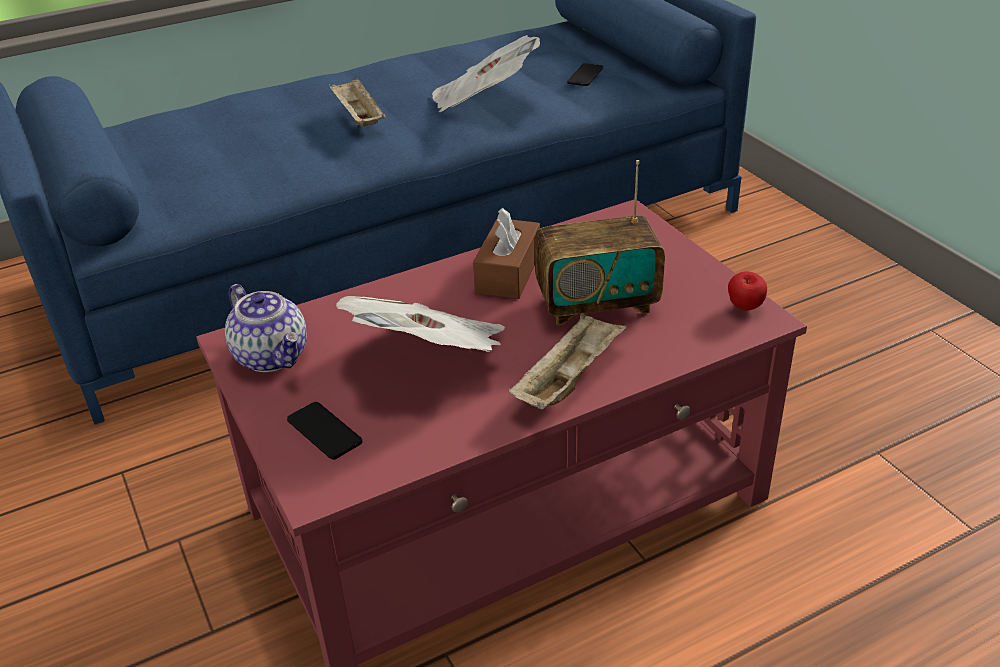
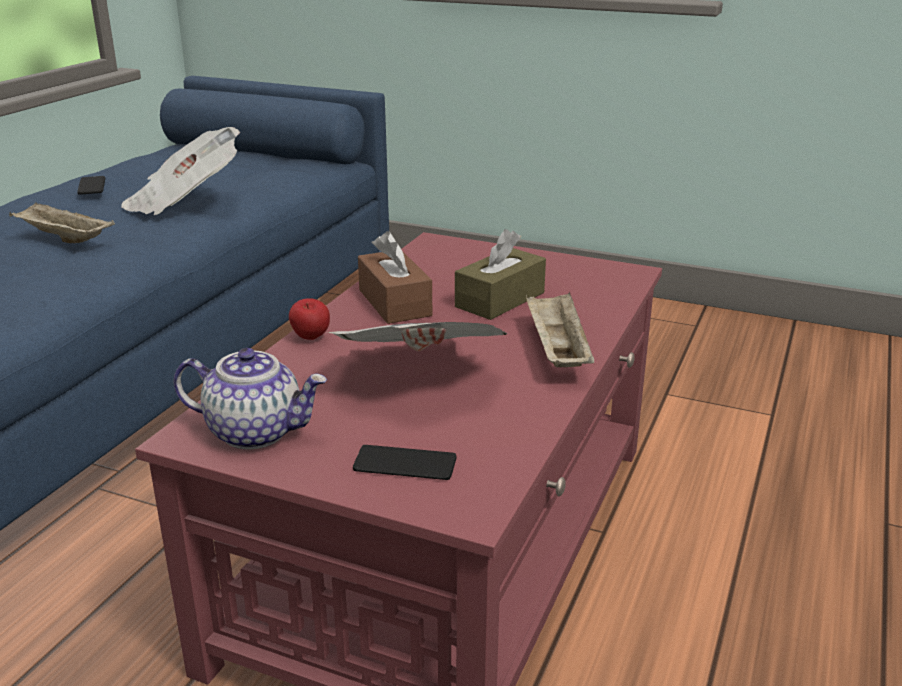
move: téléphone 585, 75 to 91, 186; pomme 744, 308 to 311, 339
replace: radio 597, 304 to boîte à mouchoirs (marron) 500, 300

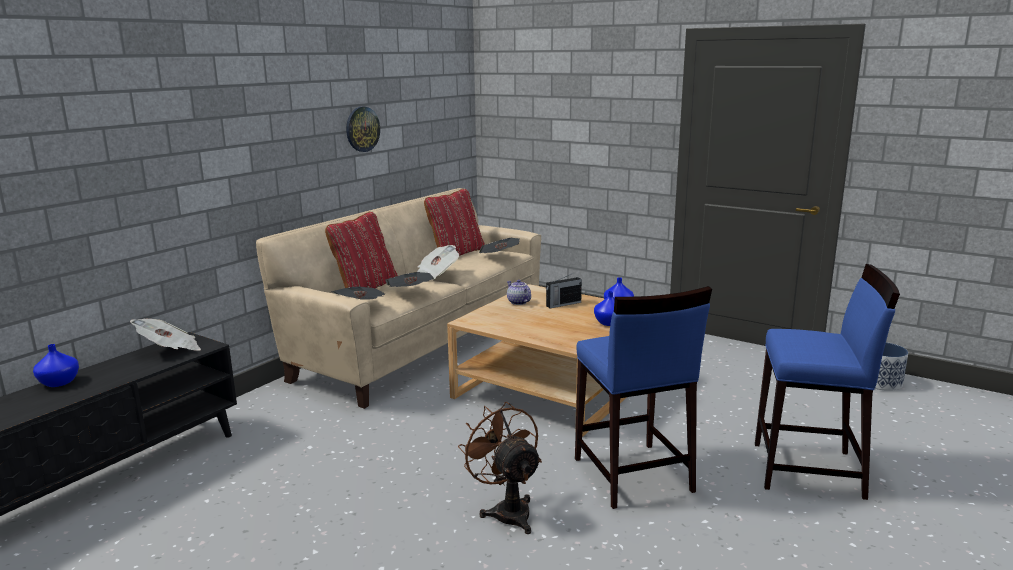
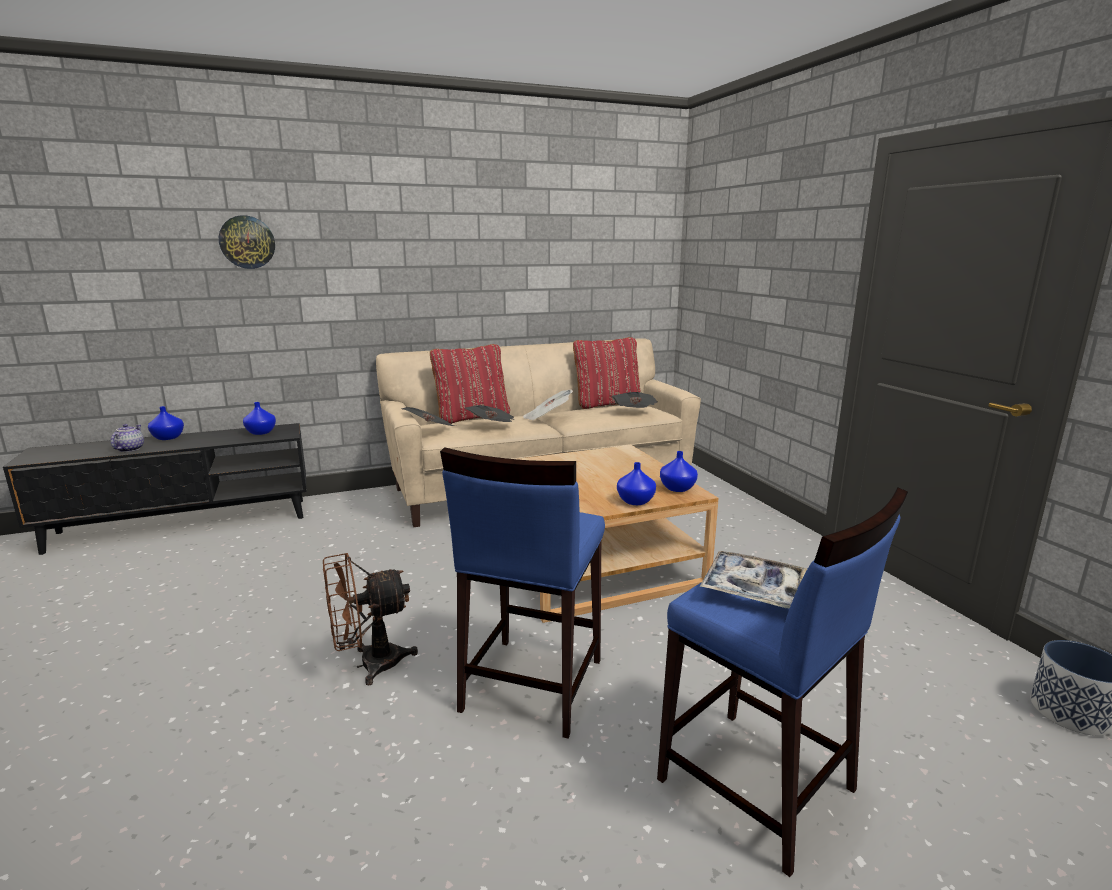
delete: radio 563, 304
insert: plateau 753, 589
move: horloge murale 362, 129 to 247, 242; théière 518, 302 to 129, 449
replace: journal 170, 350 to vase (bleu) 261, 432
rotate: ventilateur (marron) 507, 510 = 369, 665 120 degrees counterclockwise

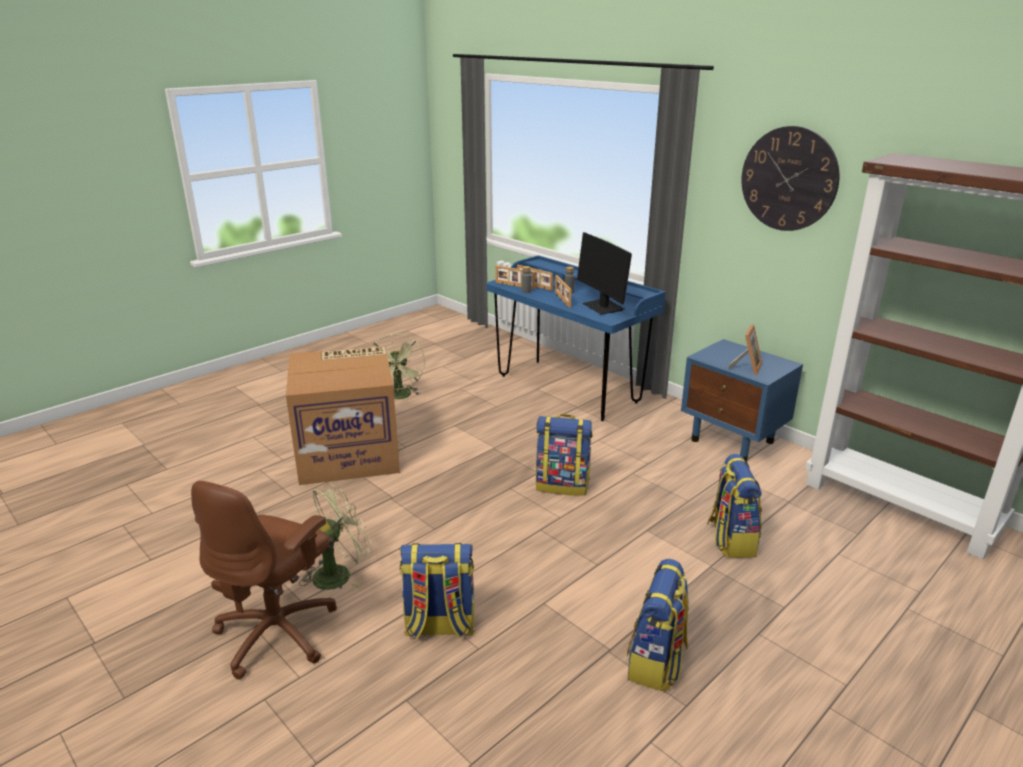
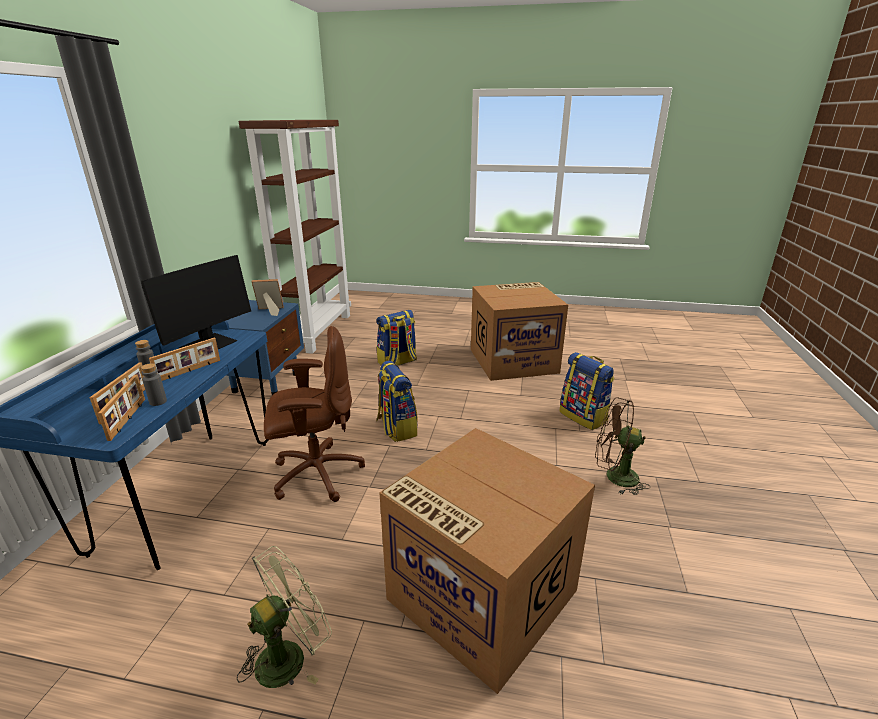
delete: horloge murale 788, 179
move: chaise de bureau (marron) 278, 632 to 316, 474
replace: sac à dos 656, 662 to carton 513, 360
recolor: ventilateur (vert) 338, 573 to ventilateur (marron) 614, 477

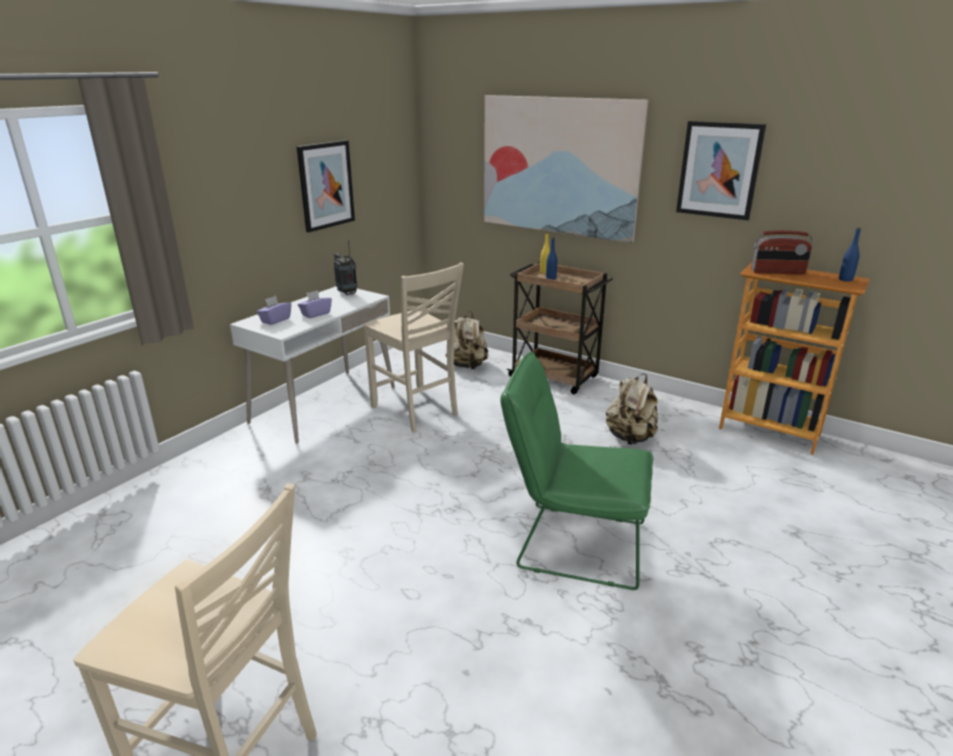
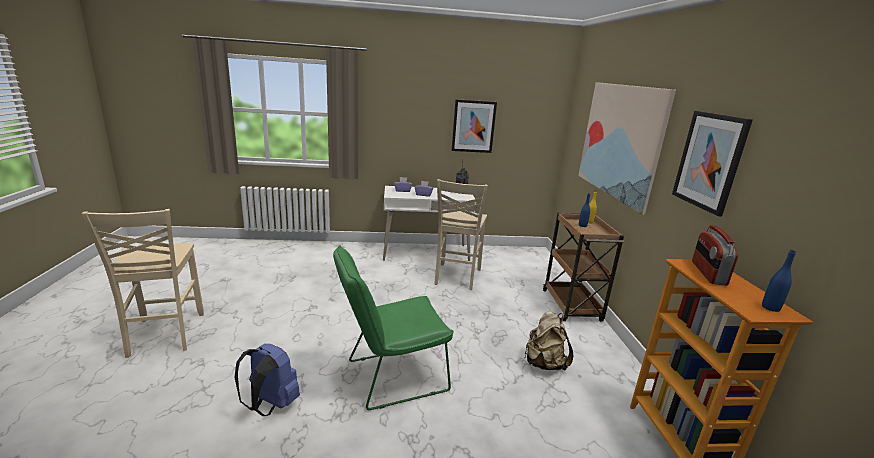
delete: sac à dos (beige) 467, 366
insert: sac à dos (bleu) 270, 405
rotate: chaise (vert) 571, 543 = 390, 377 90 degrees counterclockwise; radio 777, 272 = 707, 273 45 degrees clockwise

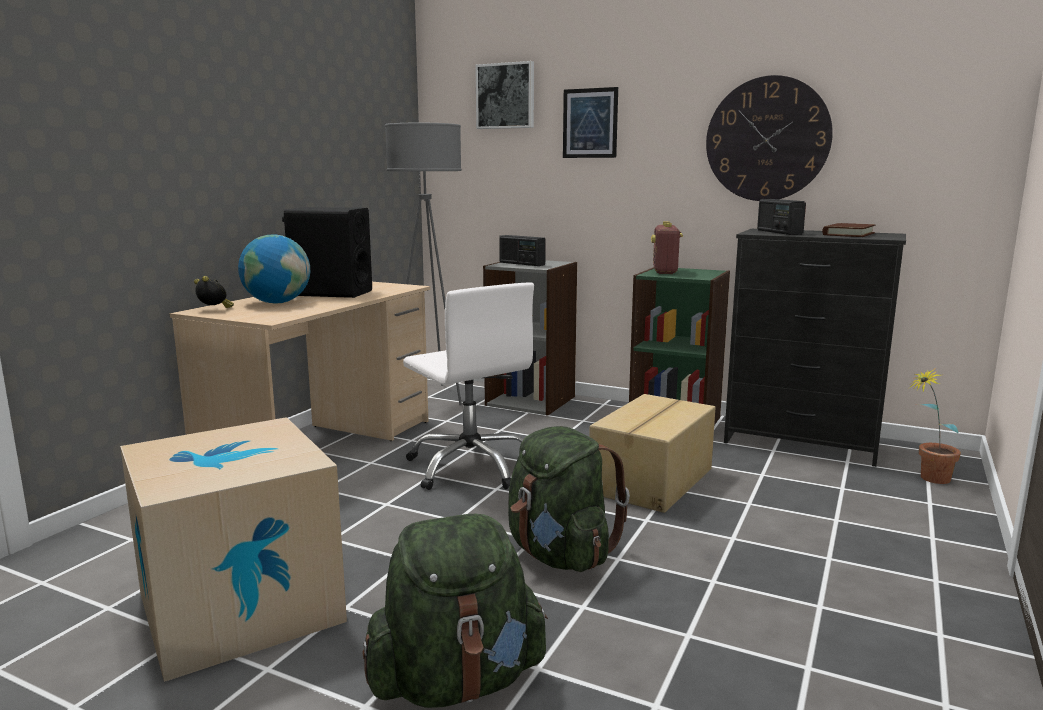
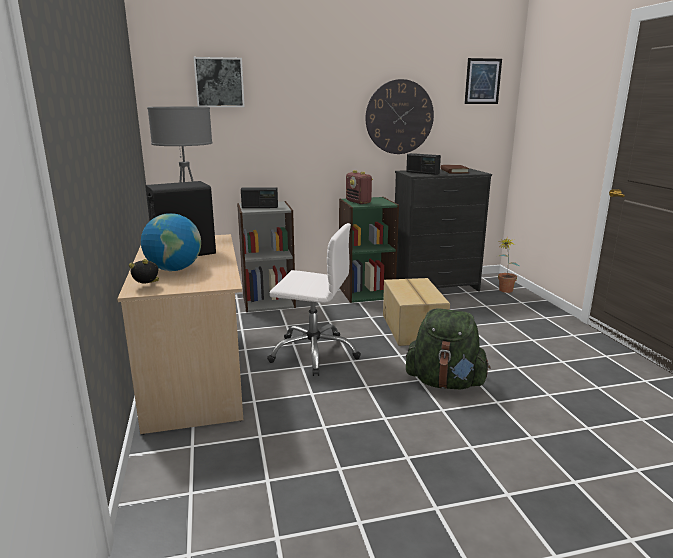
delete: carton 240, 607; sac à dos (vert) 457, 682
move: tableau 590, 123 to 482, 81

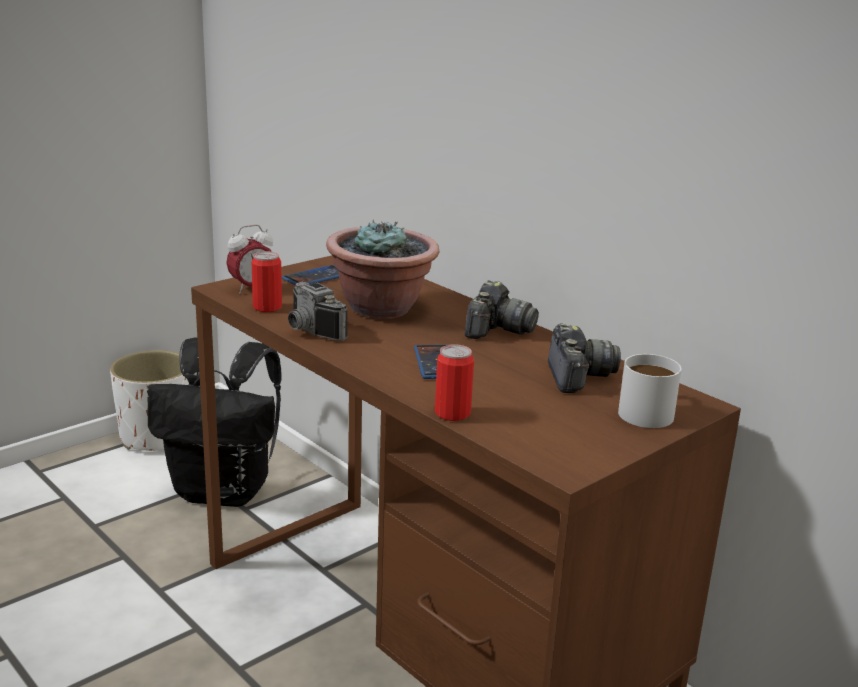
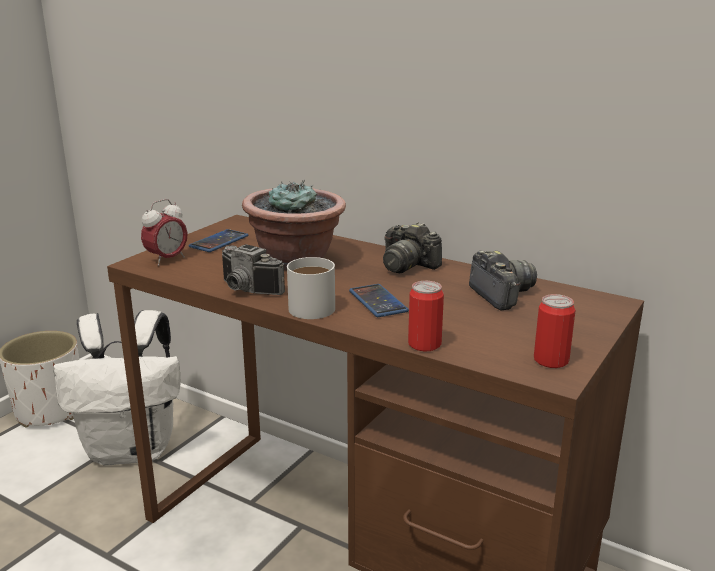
move: boîte métallique 267, 307 to 551, 360; mug (blanc) 647, 410 to 313, 304
recolor: sac à dos (noir) 224, 491 to sac à dos (blanc) 133, 449
rotate: appareil photo 498, 330 = 407, 265 120 degrees clockwise

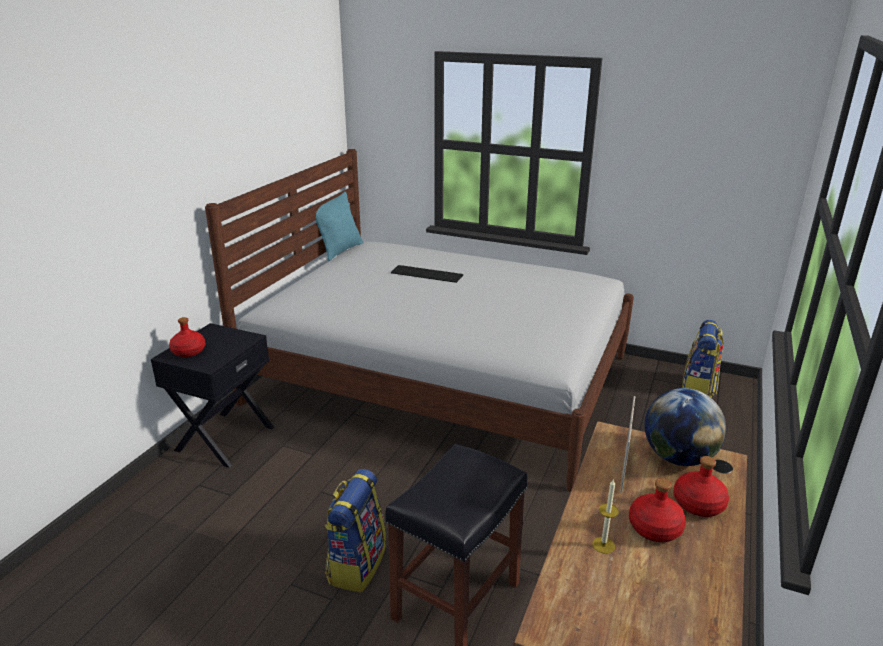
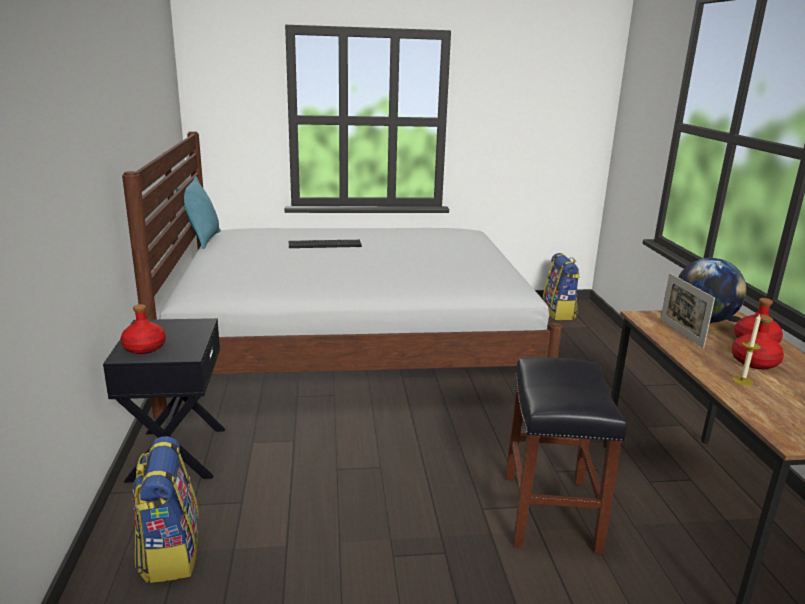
move: sac à dos 356, 564 to 169, 552

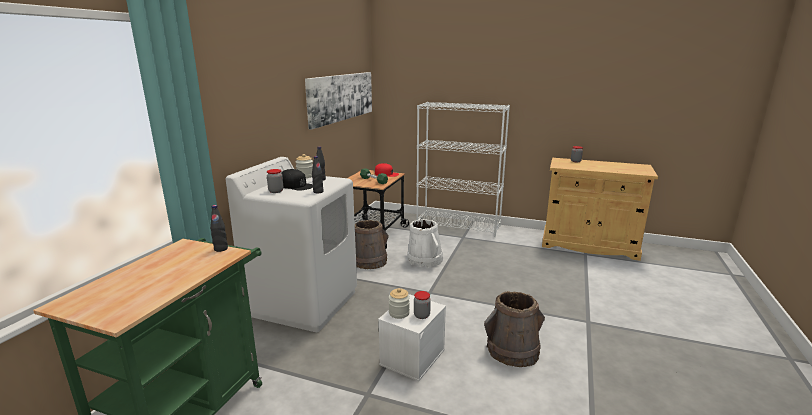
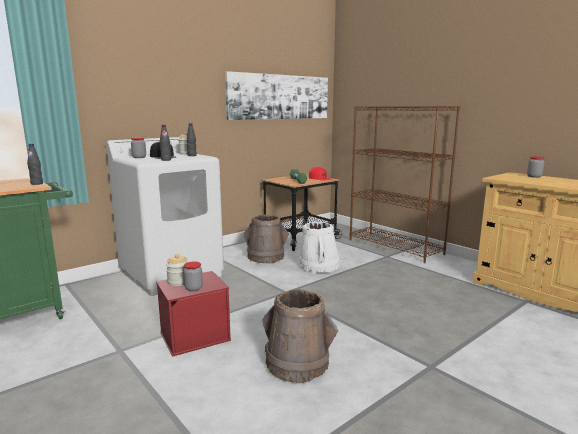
recolor: boîte de rangement (blanc) 412, 356 to boîte de rangement (rouge) 195, 336; bibliothèque (blanc) 459, 226 to bibliothèque (marron) 395, 247

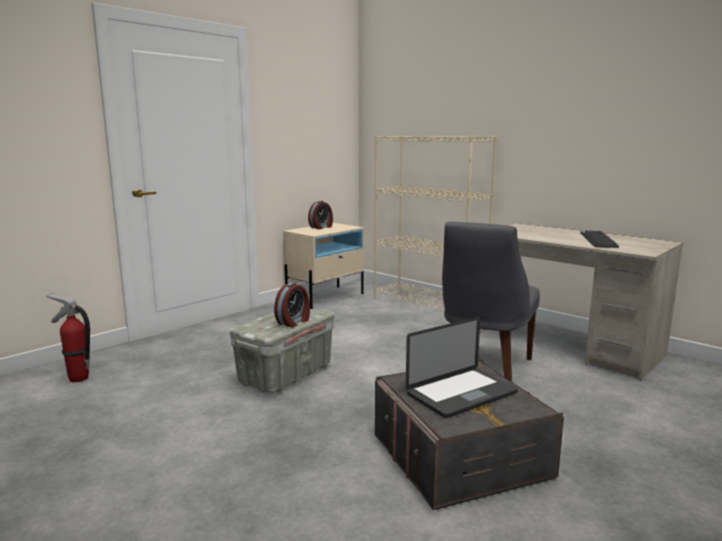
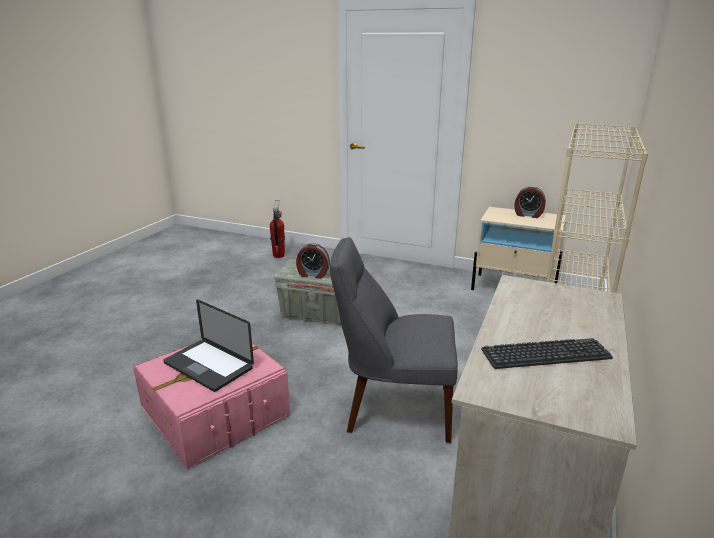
recolor: boîte de rangement (gris) 460, 456 to boîte de rangement (rose) 215, 413

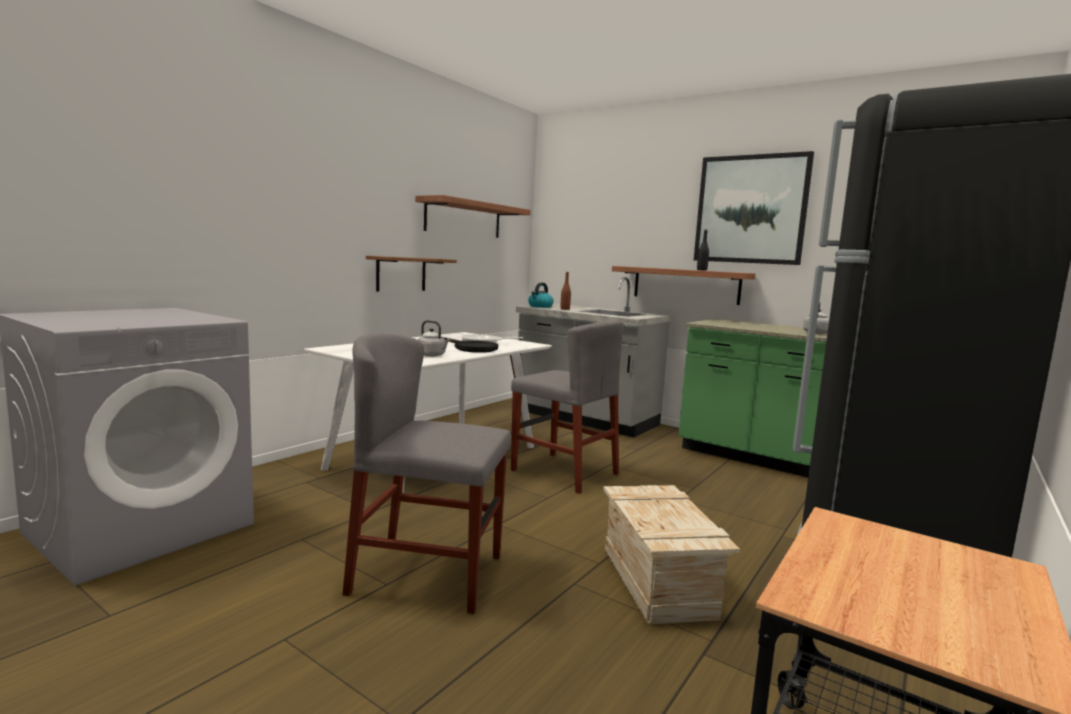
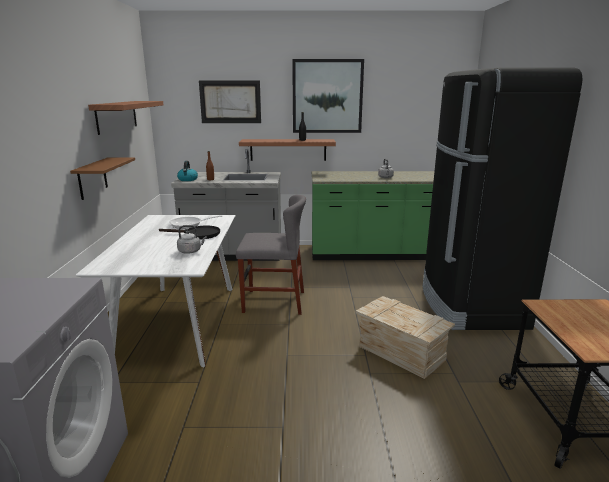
delete: chaise (gris) 427, 574
insert: tableau 230, 102

